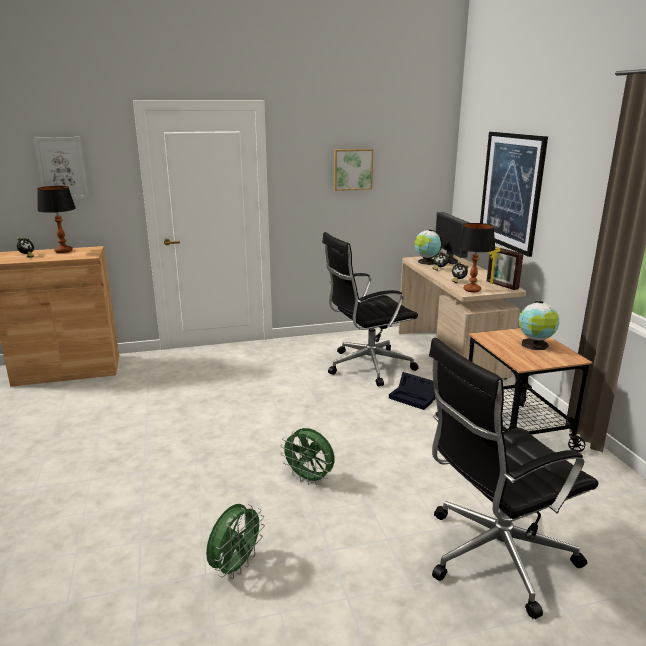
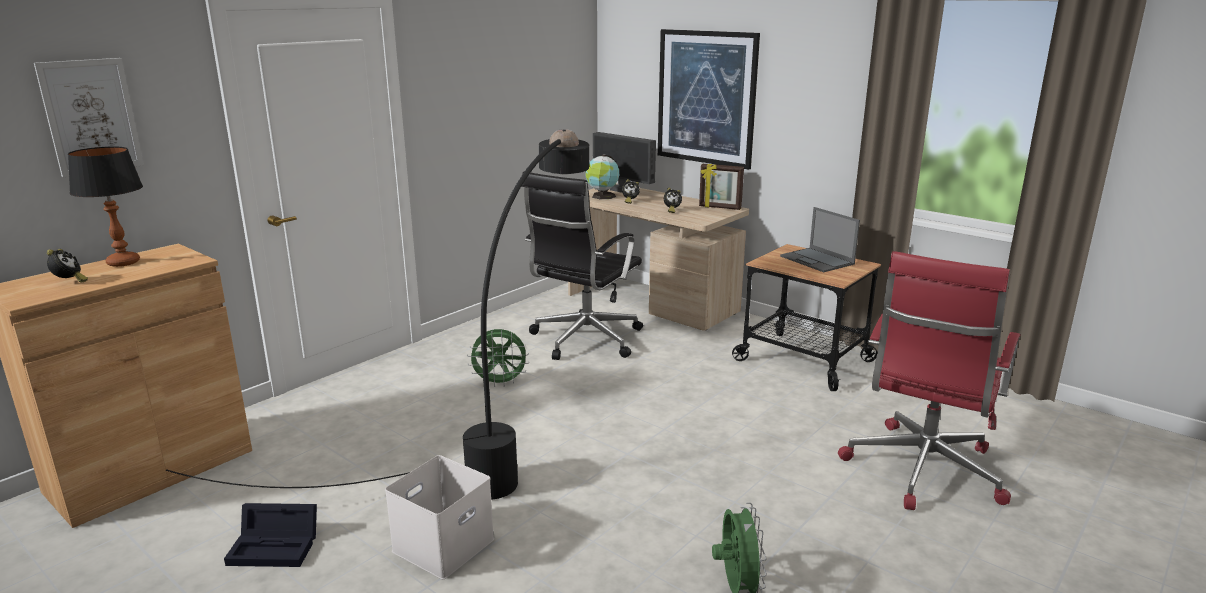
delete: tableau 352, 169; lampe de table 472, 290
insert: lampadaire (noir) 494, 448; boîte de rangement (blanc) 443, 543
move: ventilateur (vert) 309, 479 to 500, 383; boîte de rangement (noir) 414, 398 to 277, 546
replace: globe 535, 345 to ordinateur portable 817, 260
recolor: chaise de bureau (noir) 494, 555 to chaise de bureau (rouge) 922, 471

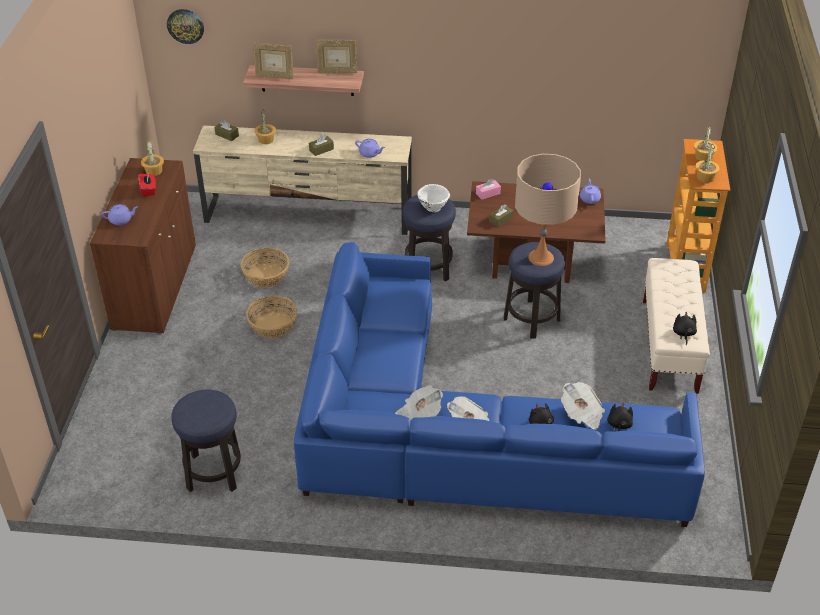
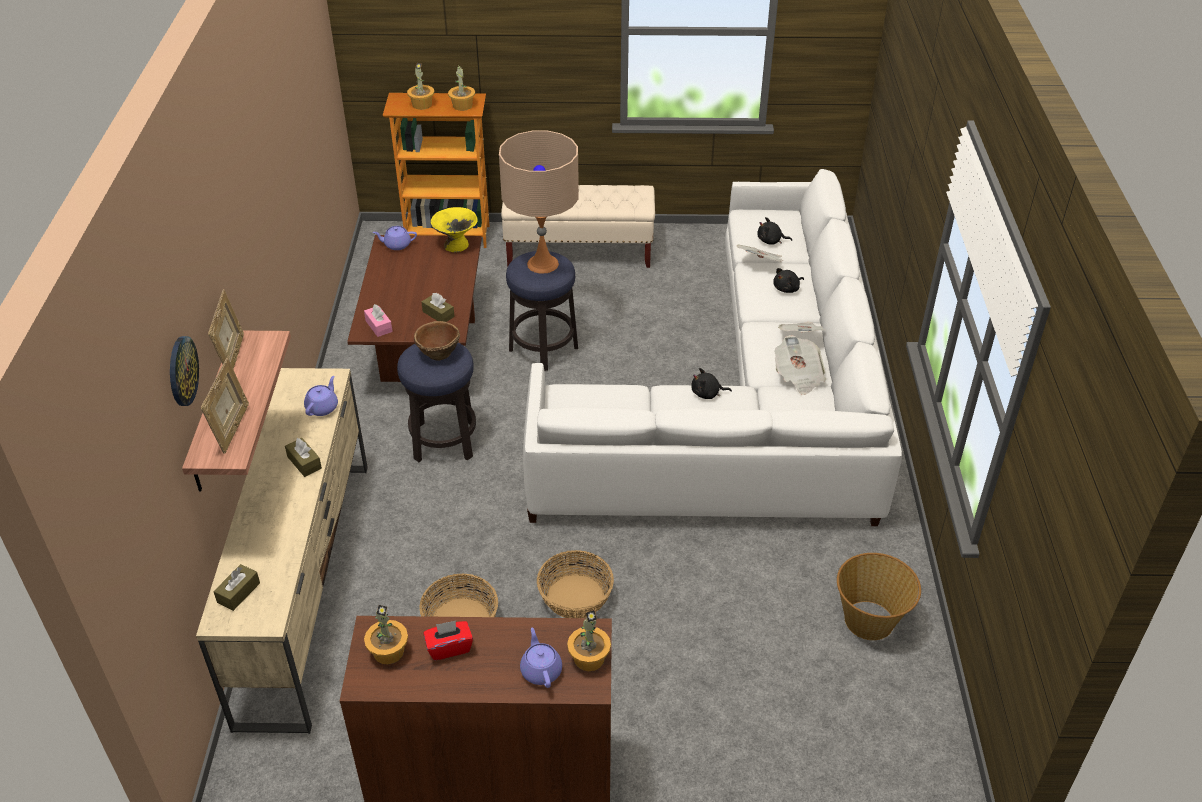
insert: bol (jaune) 456, 245
move: horloge murale 185, 26 to 182, 371; plante en pot 266, 139 to 589, 658; peluche (noir) 683, 333 to 707, 393
replace: tabouret 213, 473 to panier 870, 621
recolor: canapé (bleu) 455, 435 to canapé (blanc) 748, 404; bol (blanc) 433, 207 to bol (marron) 438, 354

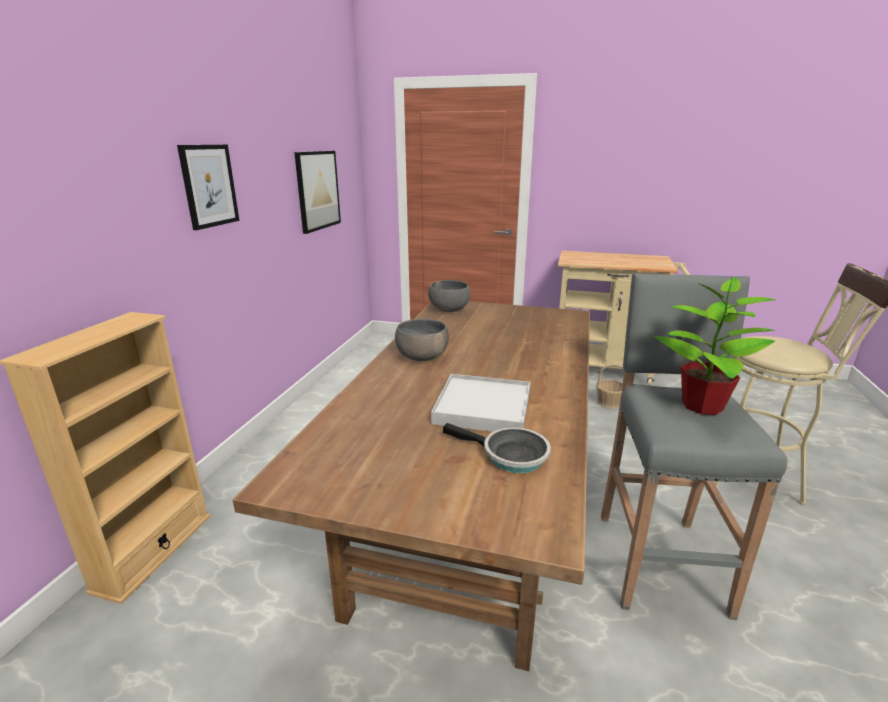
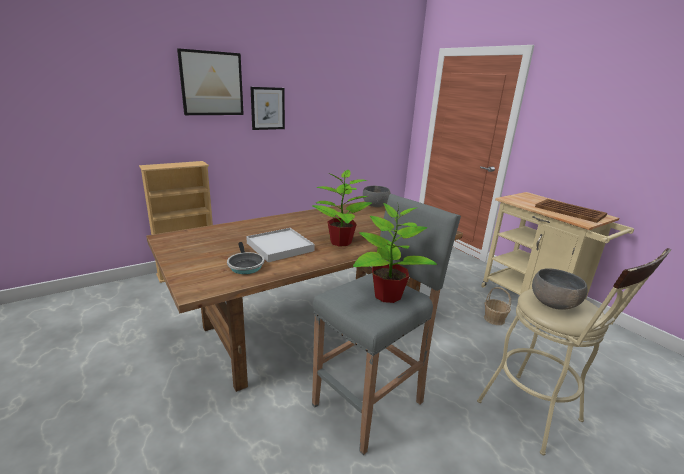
insert: plante en pot 340, 242; plateau (marron) 570, 211
move: tableau 317, 190 to 212, 83; bol (gris) 422, 357 to 553, 303

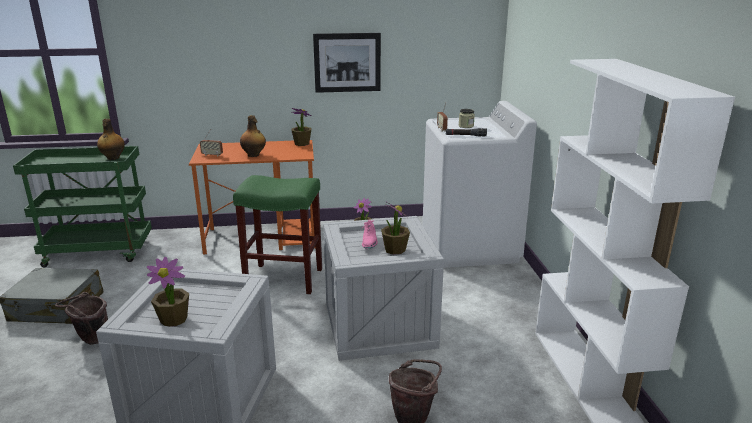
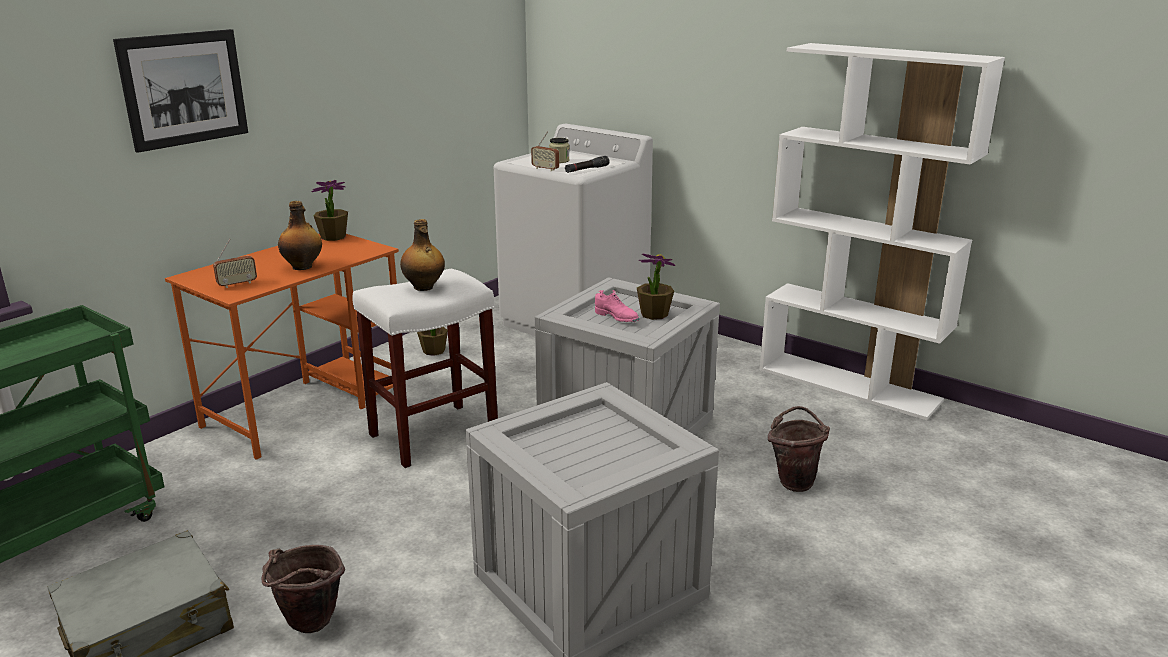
delete: plante en pot 174, 319
move: bouteille 113, 158 to 424, 287; tableau 347, 62 to 184, 89
recolor: tabouret (vert) 283, 279 to tabouret (blanc) 432, 435

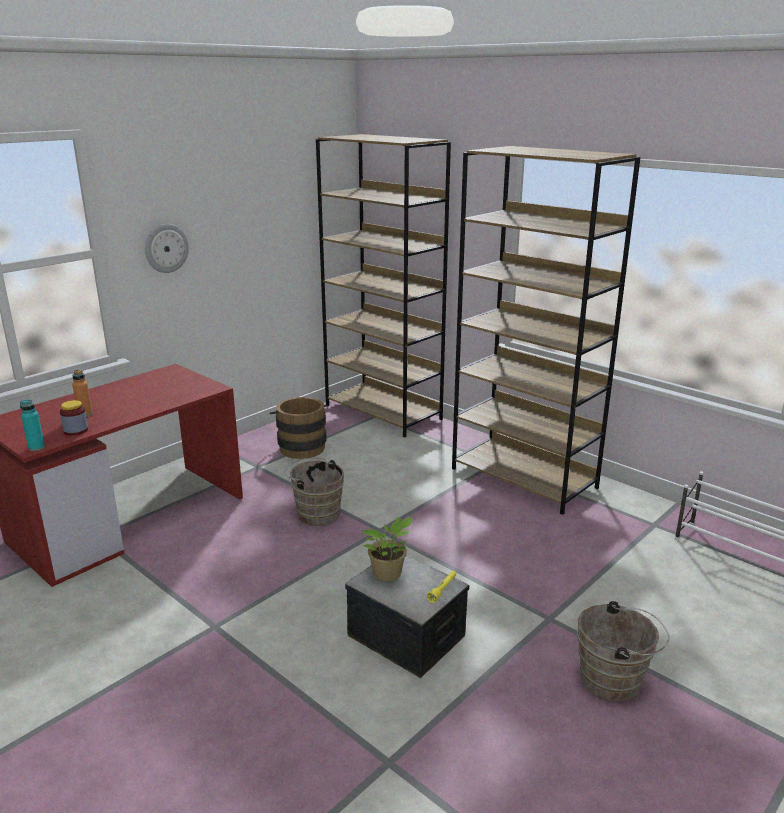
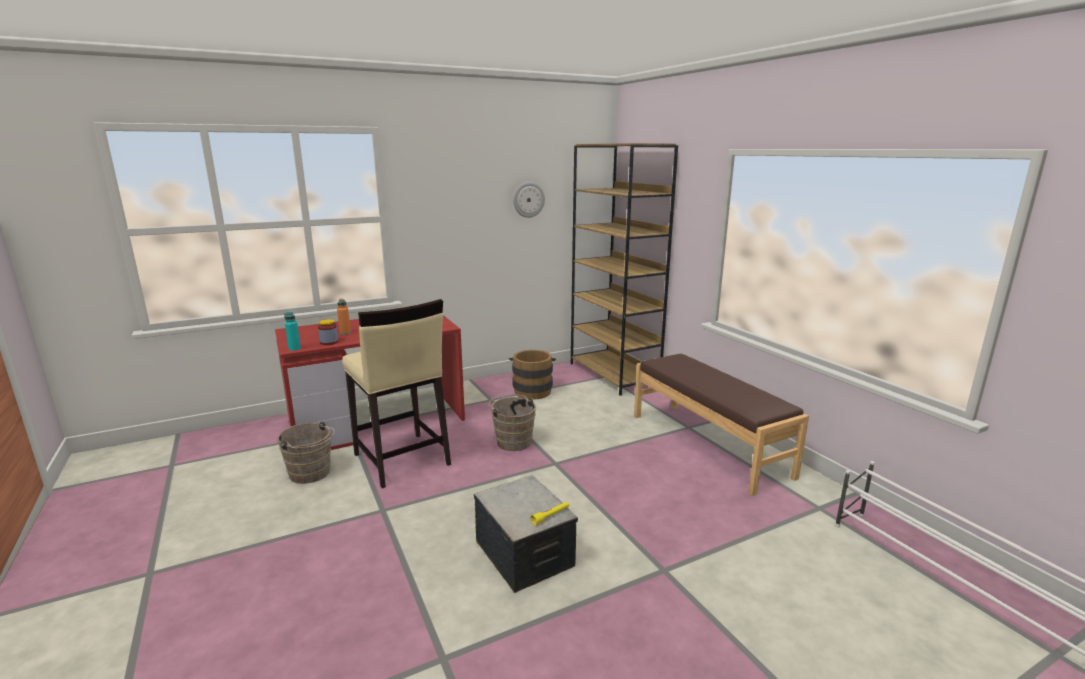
delete: plante en pot 389, 574
insert: tabouret (beige) 401, 460
move: horloge murale 166, 248 to 528, 199; seau (marron) 615, 681 to 312, 474
replace: bibliothèque (marron) 524, 478 to banc (marron) 708, 444

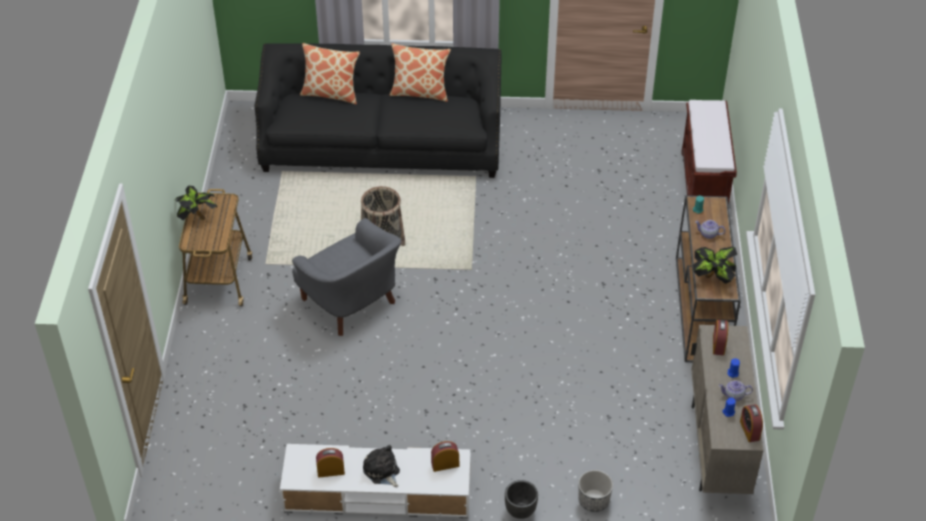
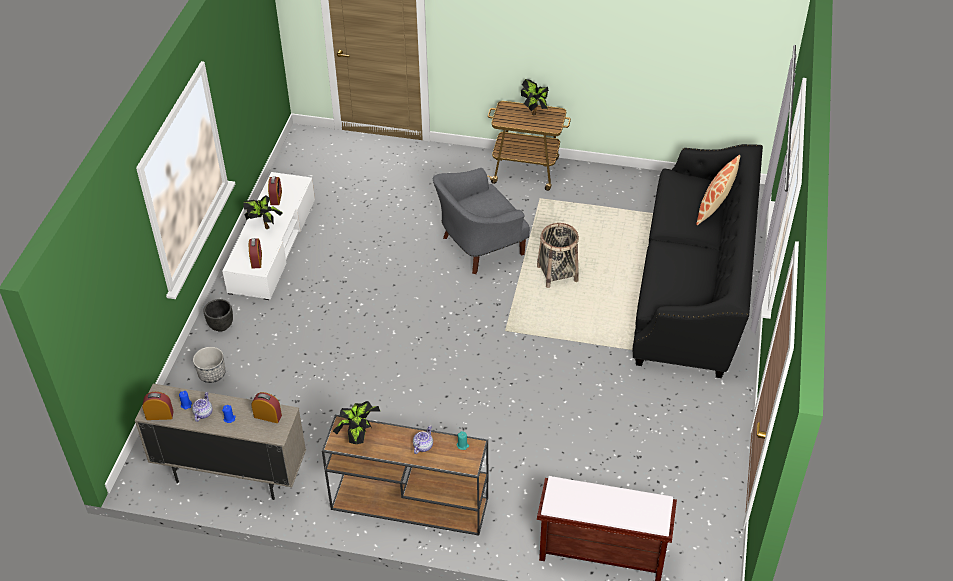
delete: coussin 420, 92
replace: peluche 382, 471 to plante en pot 264, 225

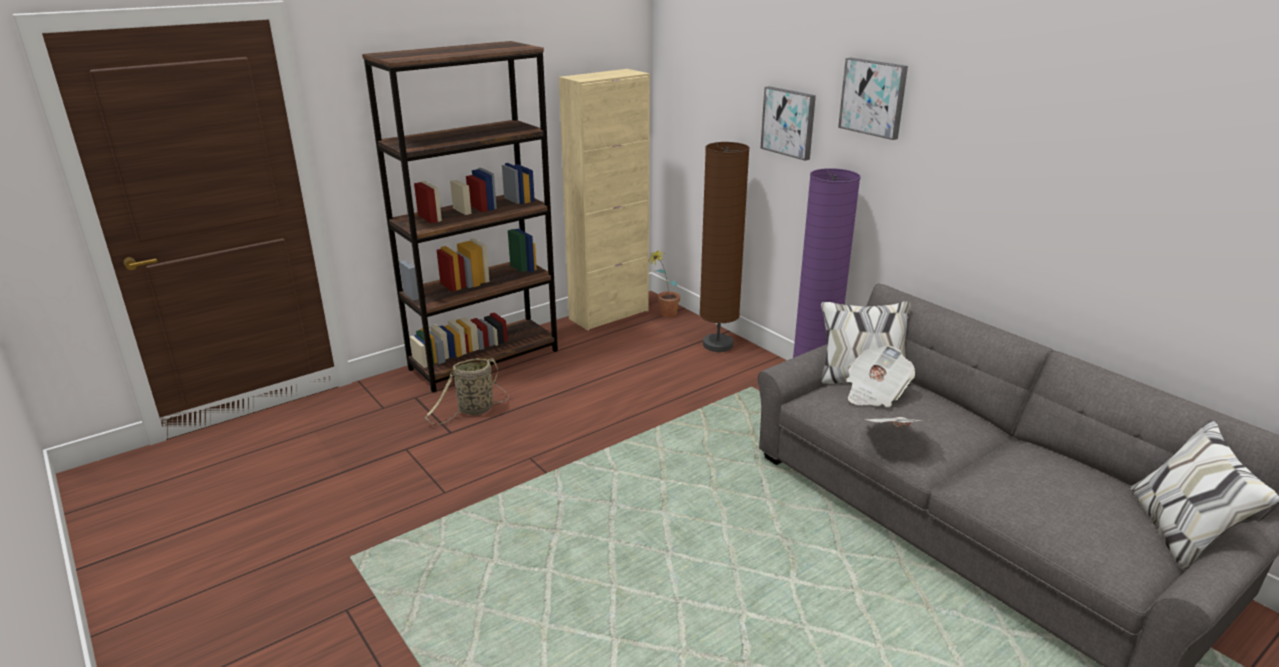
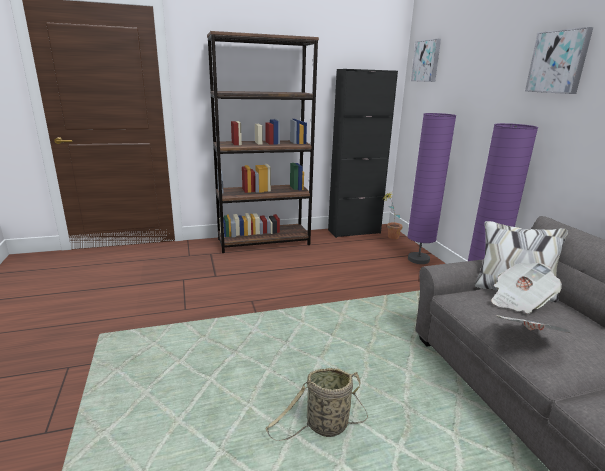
move: panier 474, 410 to 324, 427; tableau 789, 122 to 426, 61
recolor: meuble de rangement (beige) 609, 315 to meuble de rangement (noir) 354, 231; lampadaire (marron) 717, 345 to lampadaire (violet) 418, 259

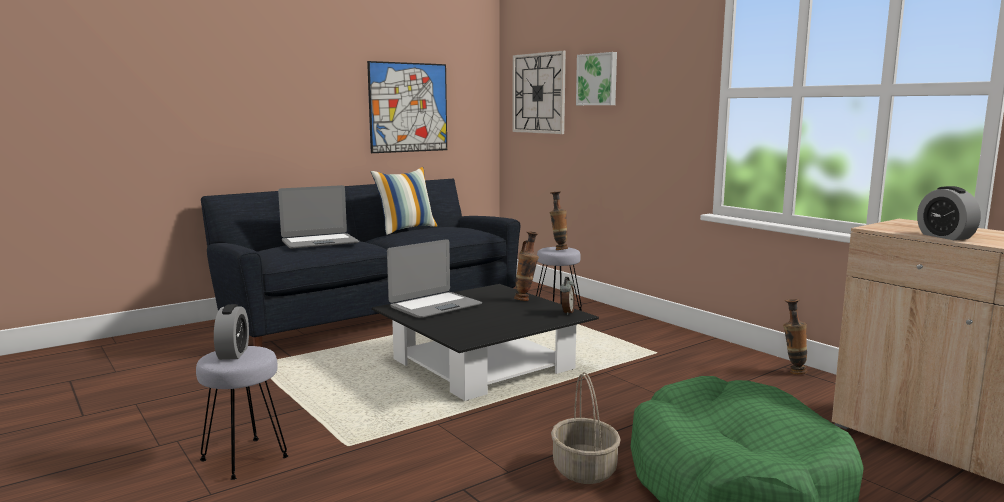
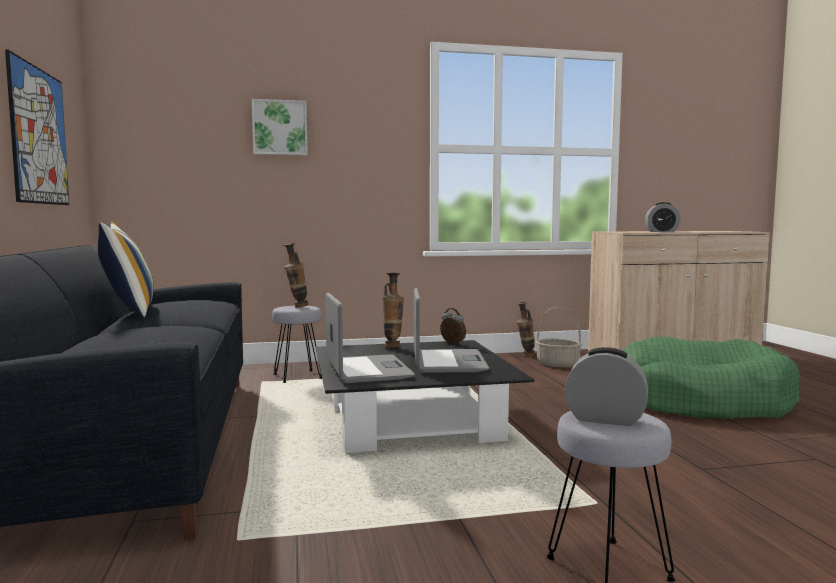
delete: horloge murale 539, 93
move: ordinateur portable 319, 242 to 447, 362; panier 585, 470 to 558, 364

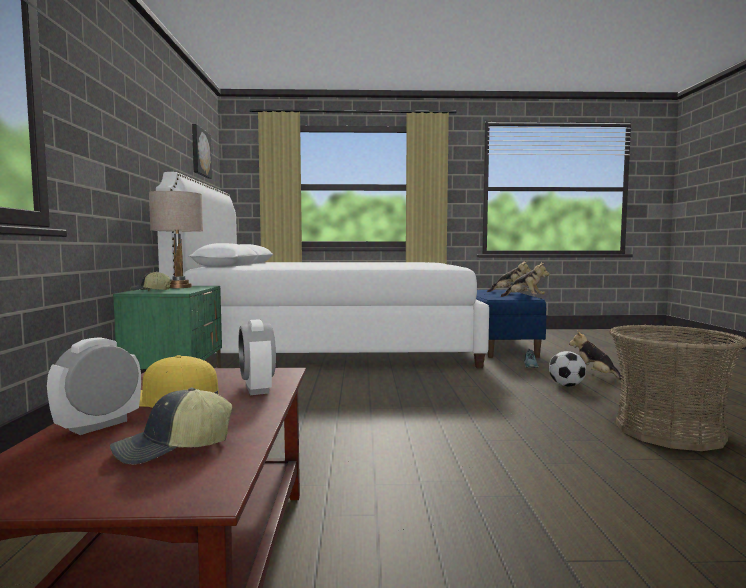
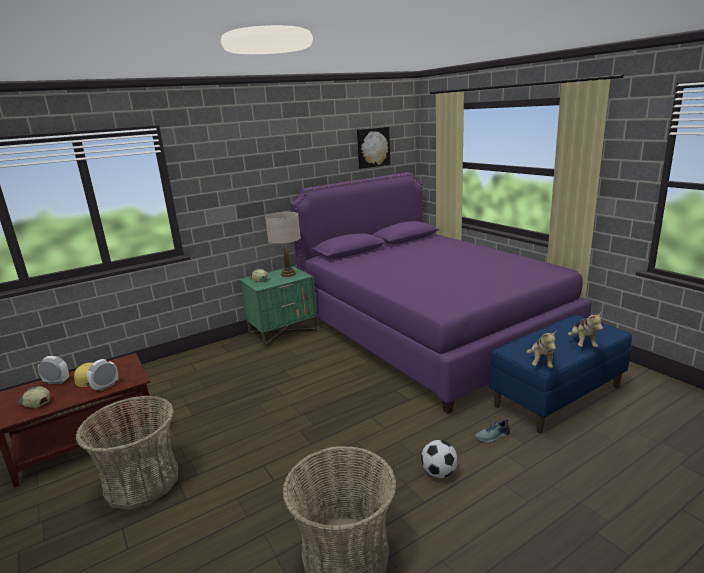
delete: peluche 595, 375
insert: panier 142, 482
recolor: lit (blanc) 332, 346 to lit (violet) 428, 331

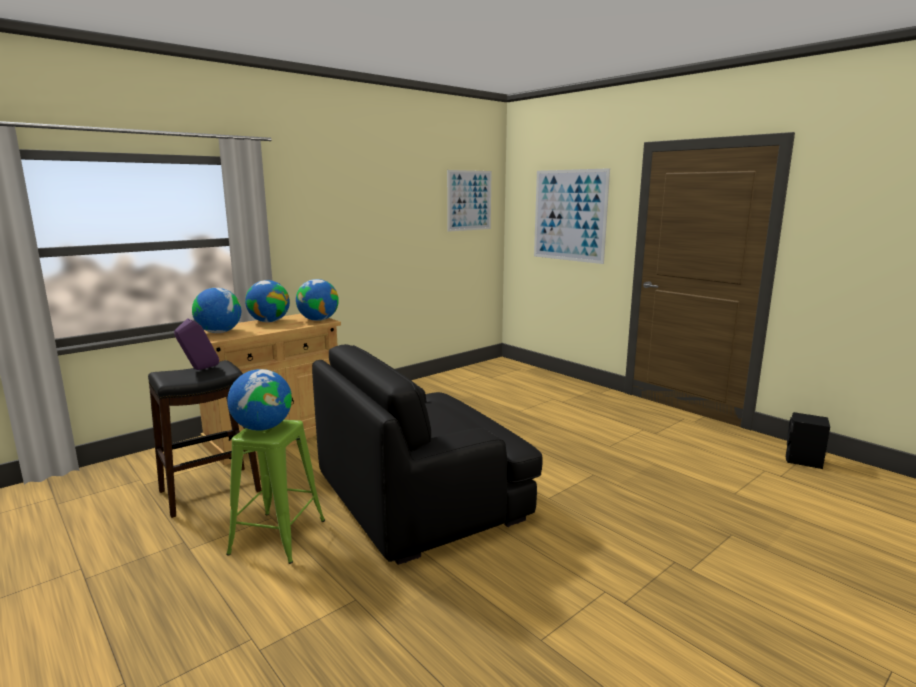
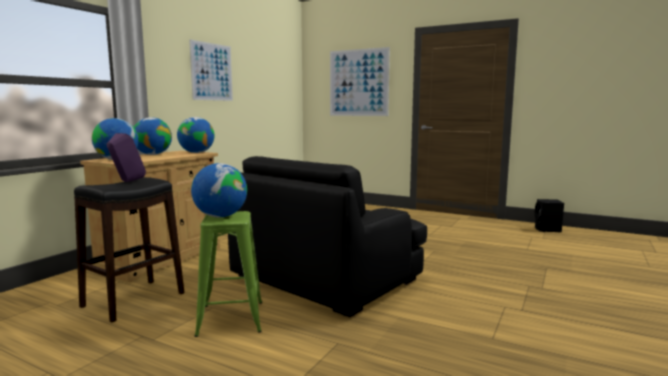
move: tableau 469, 200 to 211, 72

